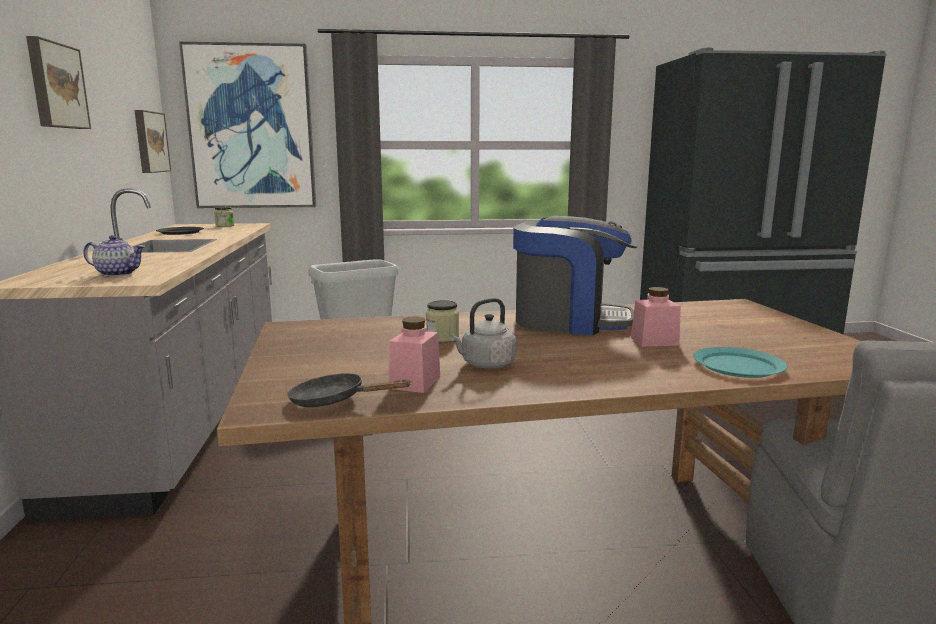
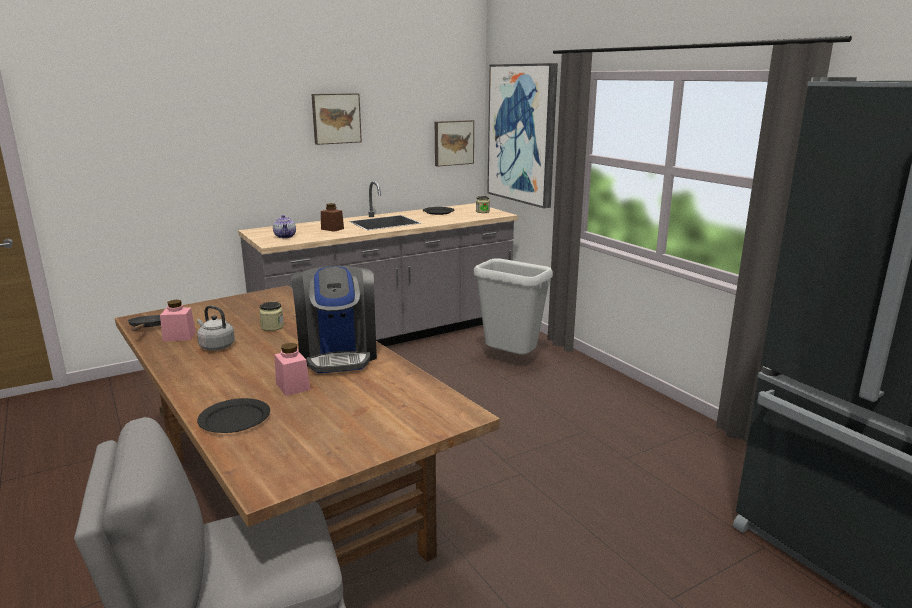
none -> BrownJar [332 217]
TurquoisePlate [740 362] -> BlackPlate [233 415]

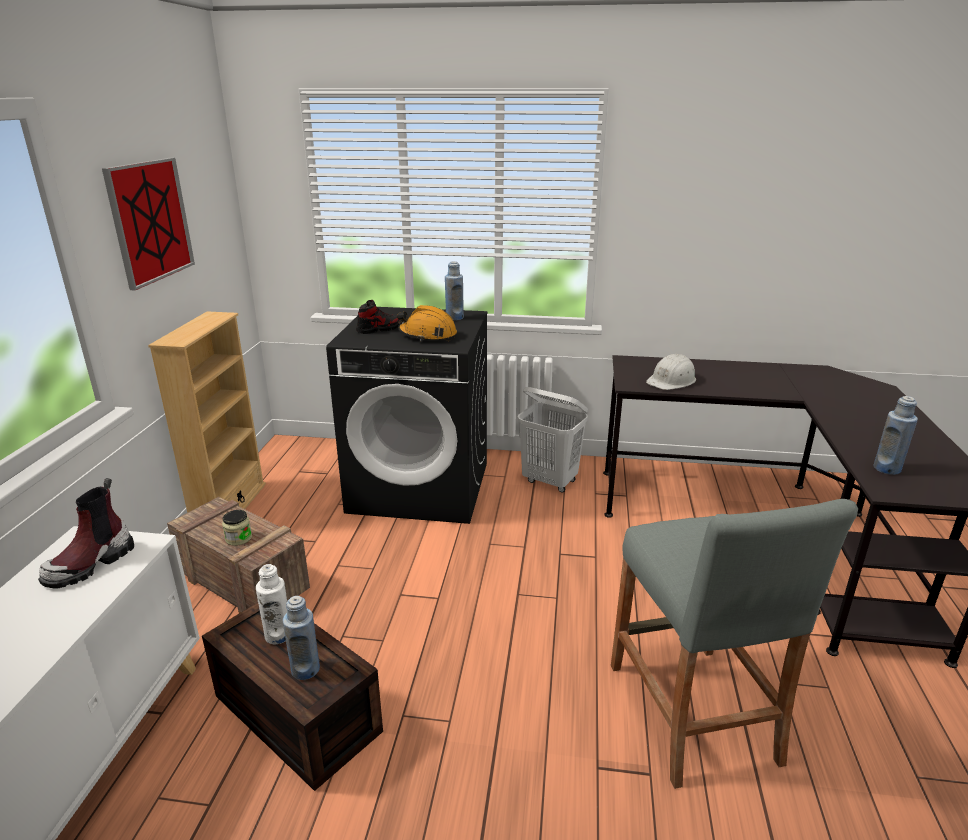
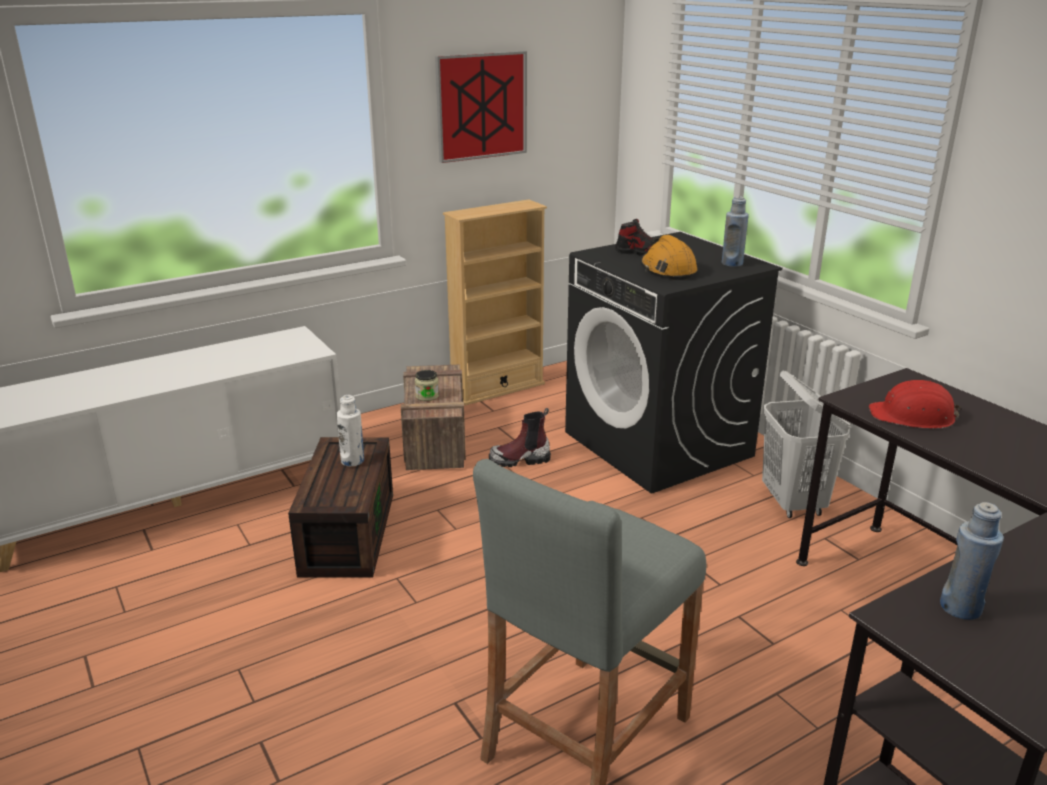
BlueBottle [301 638] -> none
Boot [86 533] -> Boot [520 437], move
WhiteHardHat [671 371] -> RedHardHat [915 404]

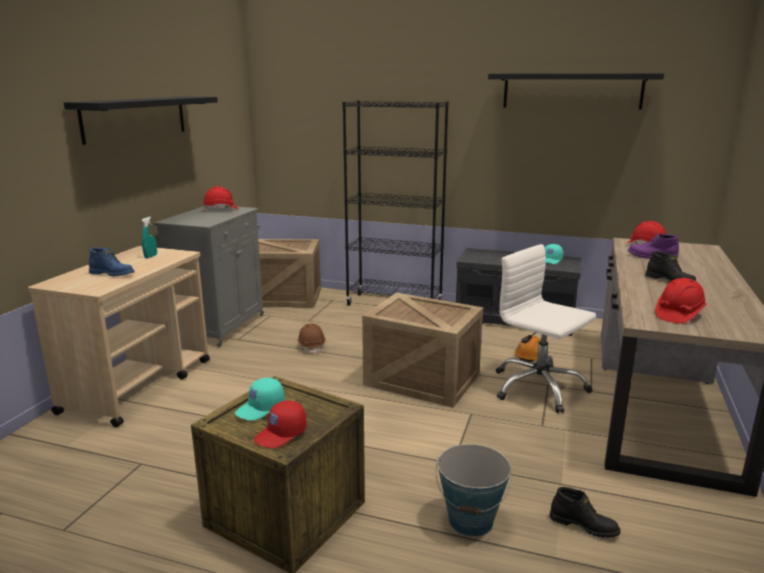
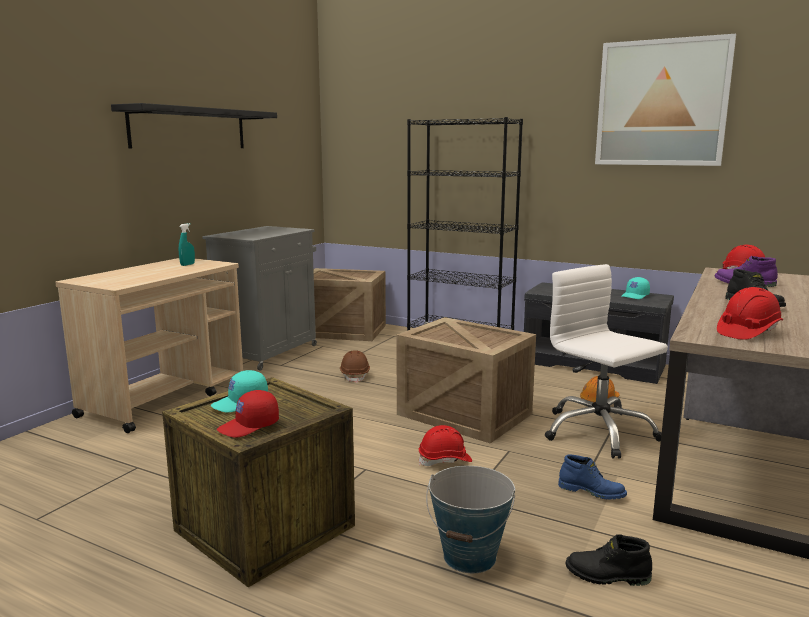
BlueBoot [111 261] -> BlueBoot [592 477], move
RedHardHat [221 199] -> RedHardHat [445 445], move
BlackShelf [576 91] -> Picture [665 100]
BlackBoot [585 512] -> BlackBoot [608 560], 150 degrees clockwise

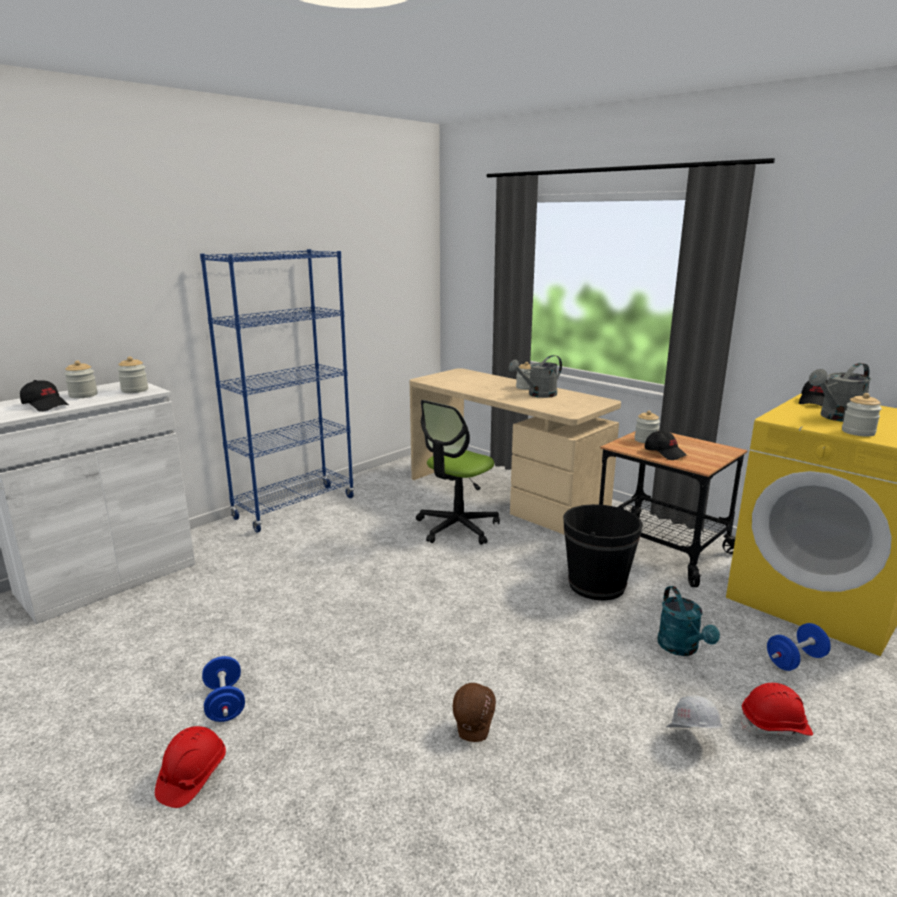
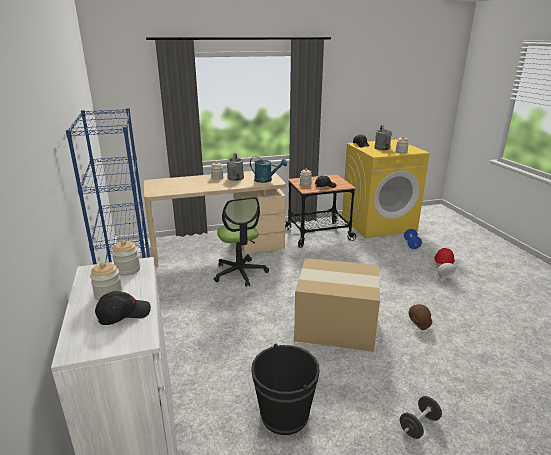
BlueDumbbell [223 689] -> none
none -> CardboardBox [337 305]
BlackBucket [603 552] -> BlackBucket [285 389], move
TurquoiseWateringCan [688 621] -> TurquoiseWateringCan [268 169], move
RedHardHat [190 767] -> BlackDumbbell [421 417]

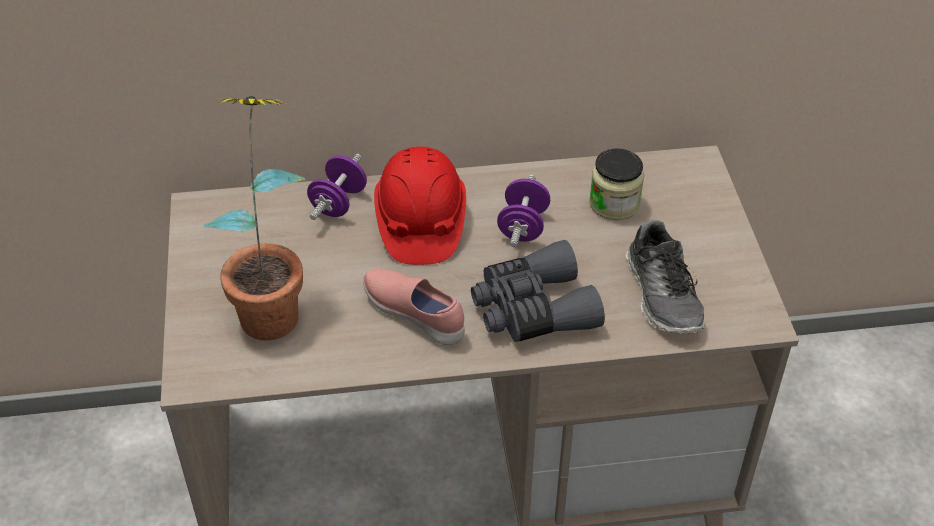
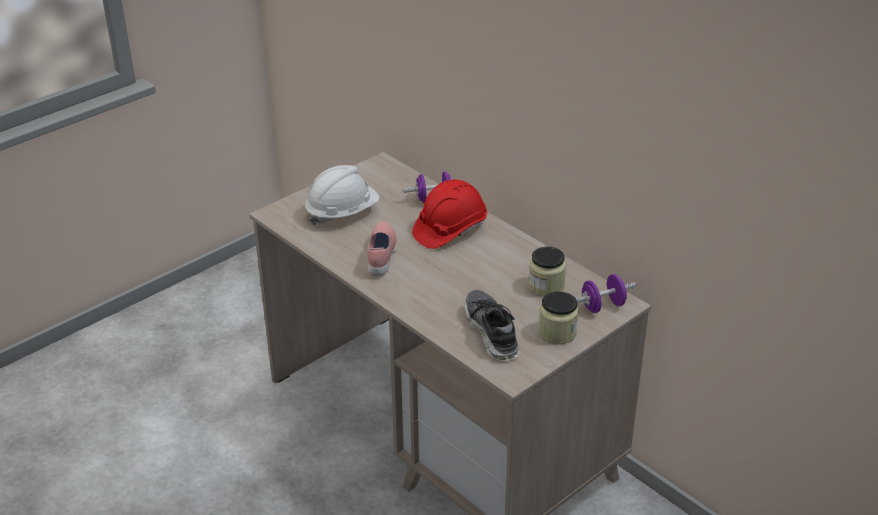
GreyBinoculars [538 291] -> none
none -> Jar [559 318]
PurpleDumbbell [523 211] -> PurpleDumbbell [606 293], move
PottedPlant [254 218] -> WhiteHardHat [342 195]
Shoe [665 277] -> Shoe [492 325], 120 degrees clockwise

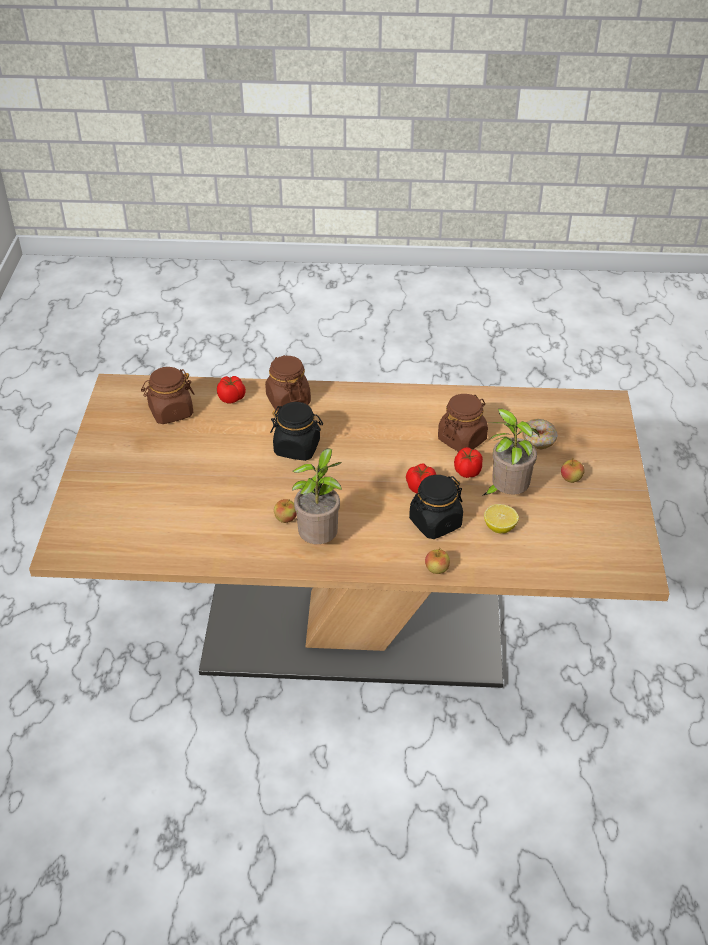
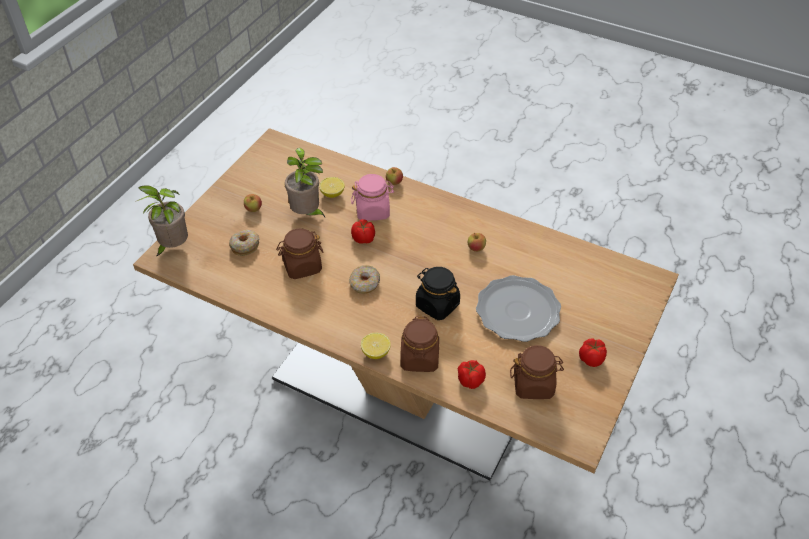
none -> Donut [364 279]
none -> Lemon [376 346]
none -> Plate [518 308]
PottedPlant [317 496] -> PottedPlant [161 221], move
Tomato [468 462] -> Tomato [593 352], move
BlackJar [436 507] -> PinkJar [372 197]

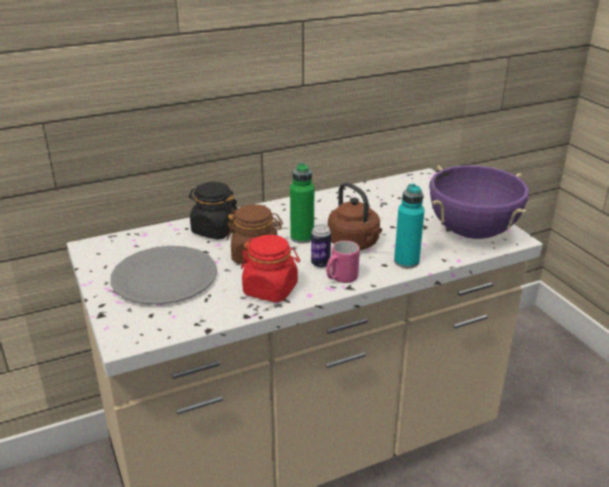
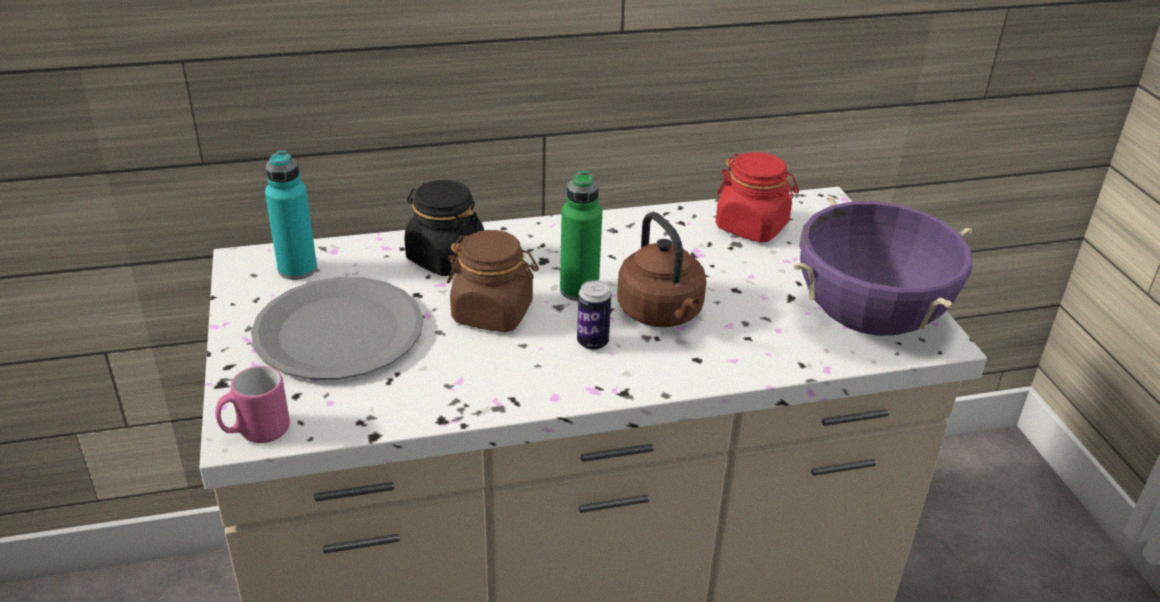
RedJar [270 268] -> RedJar [757 197], move
PinkMug [343 262] -> PinkMug [252 404], move
TurquoiseBottle [409 226] -> TurquoiseBottle [291 215], move

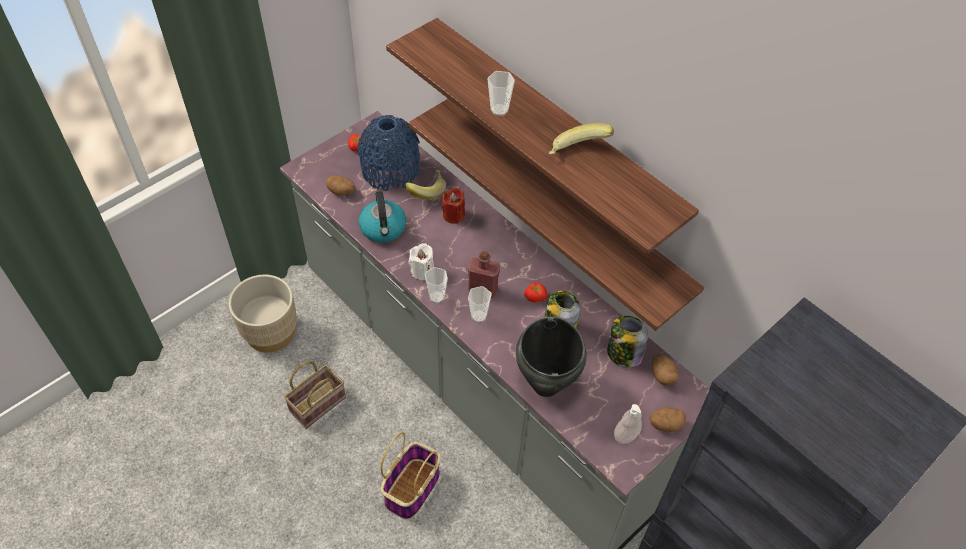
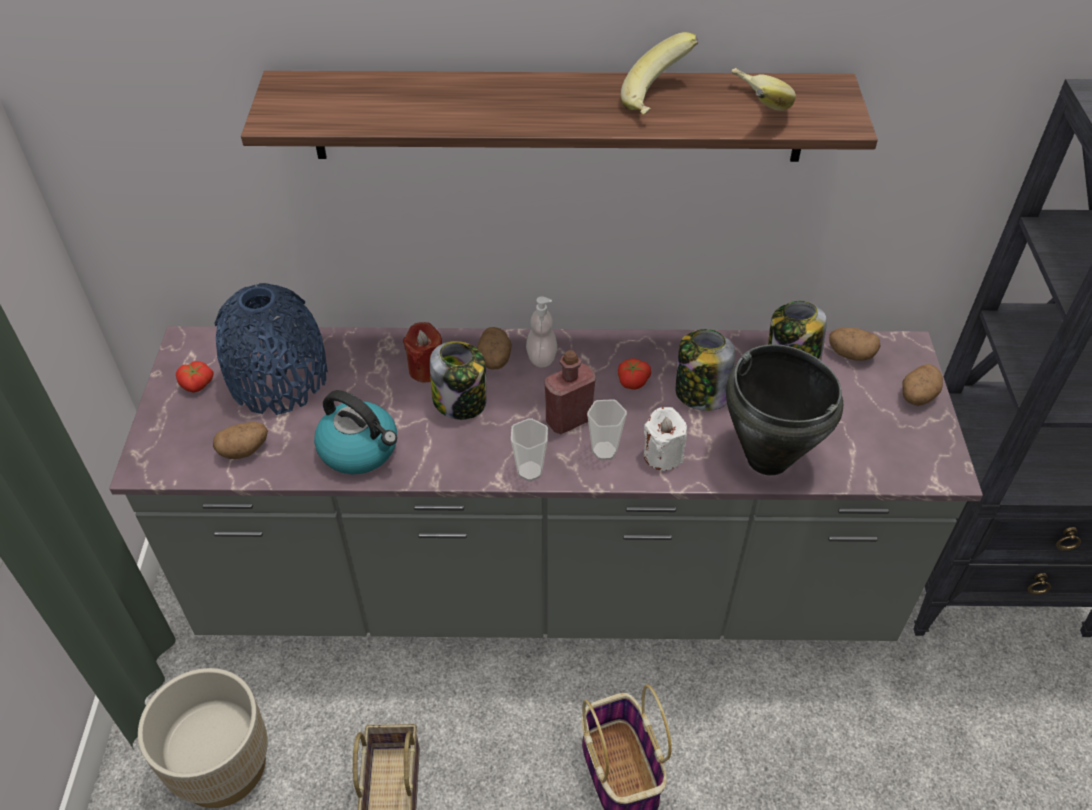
Shelf [556 215] -> none
Cup [501 93] -> none
none -> Jar [458 380]
none -> Potato [494 348]
Banana [425 185] -> Banana [764 89], move
WhiteCandle [421 262] -> WhiteCandle [665 439], move
SoapDispenser [628 424] -> SoapDispenser [541 331], move

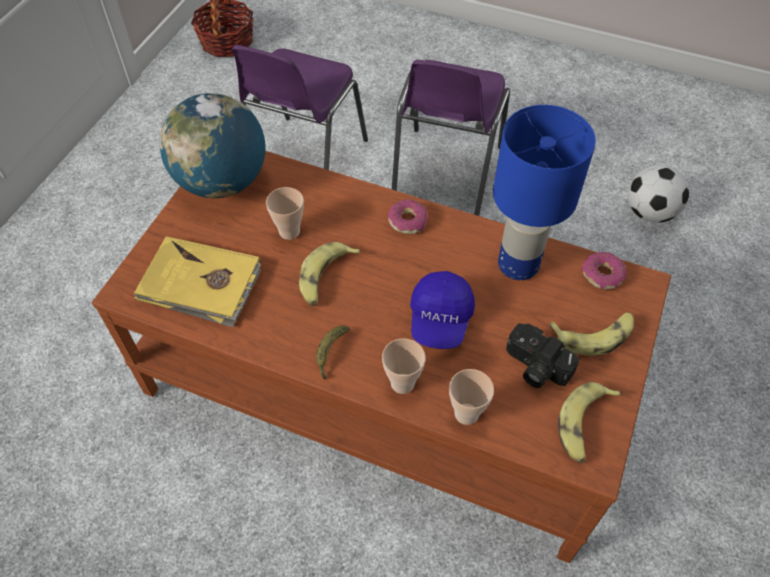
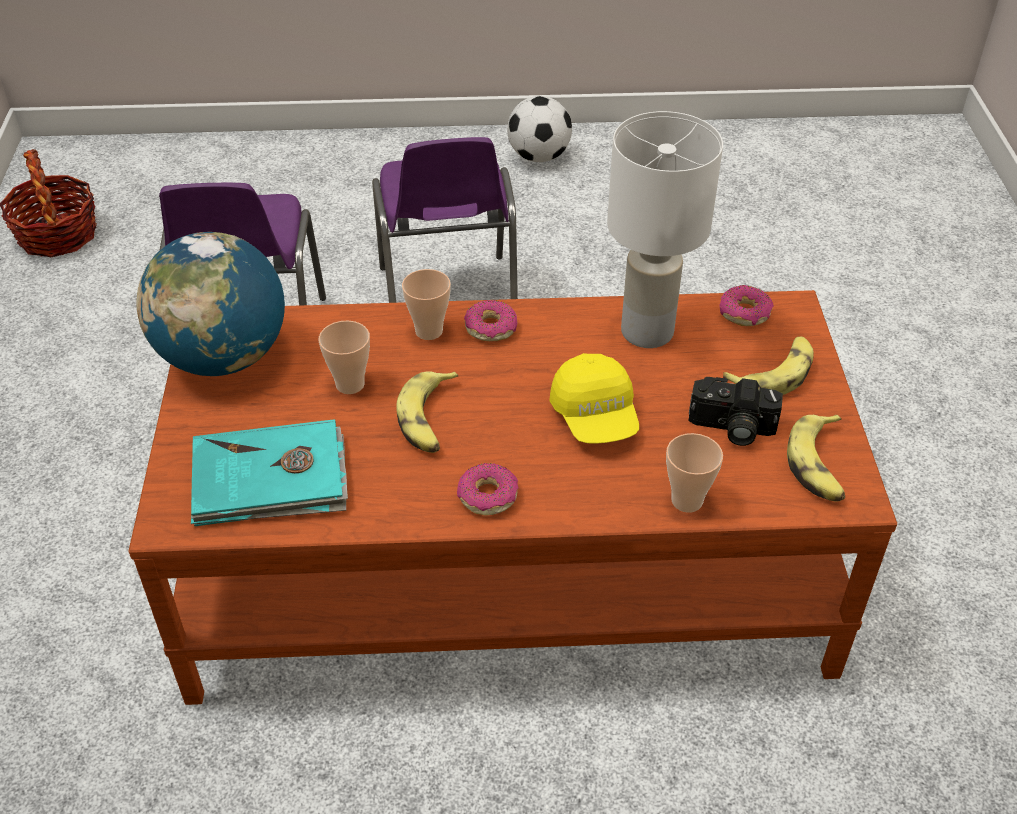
Cup [404 366] -> Cup [426 304], move
Football [658 193] -> Football [539 129], move
Banana [333 352] -> Donut [488 489]
YellowBook [197 281] -> TurquoiseBook [269 472]
BlueCap [442 310] -> YellowCap [594 398]
BlueTableLamp [544 192] -> WhiteTableLamp [665 229]

